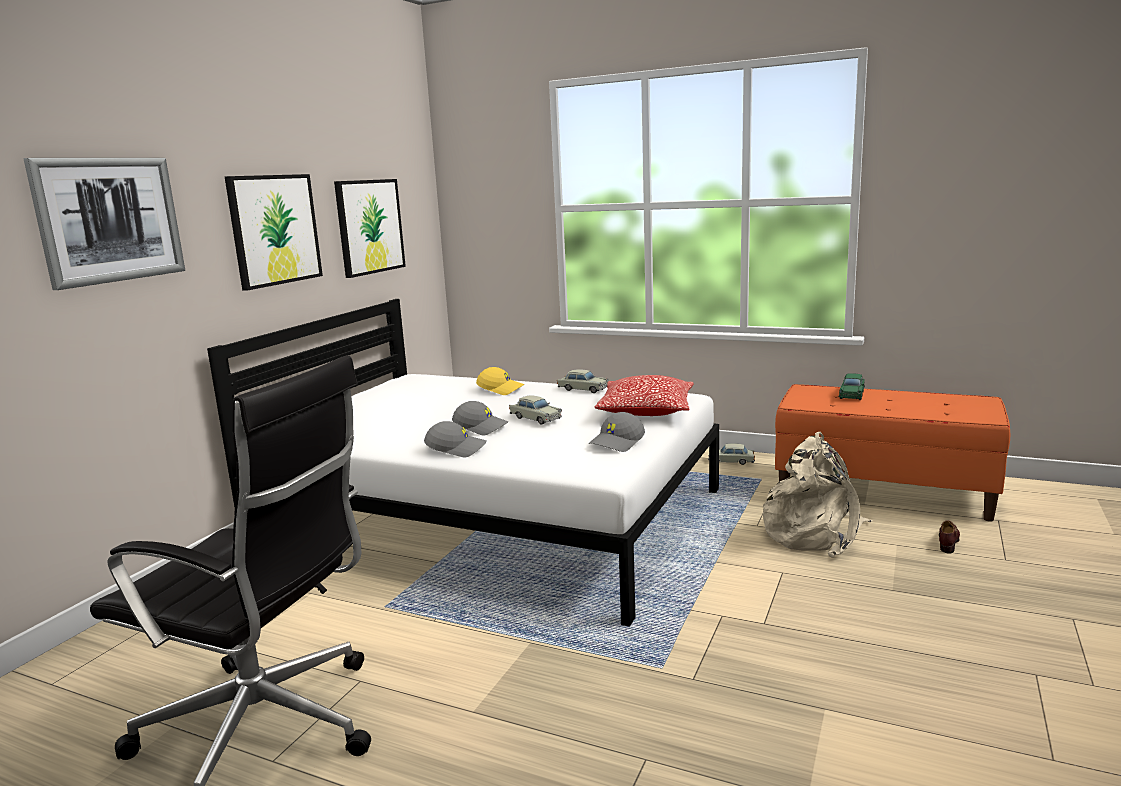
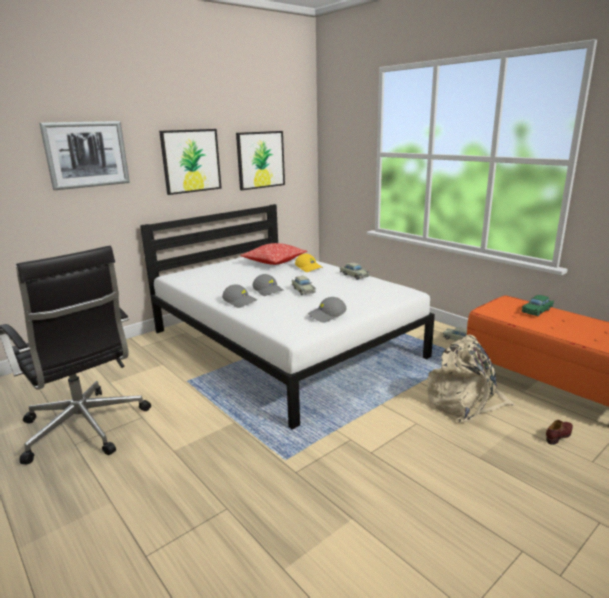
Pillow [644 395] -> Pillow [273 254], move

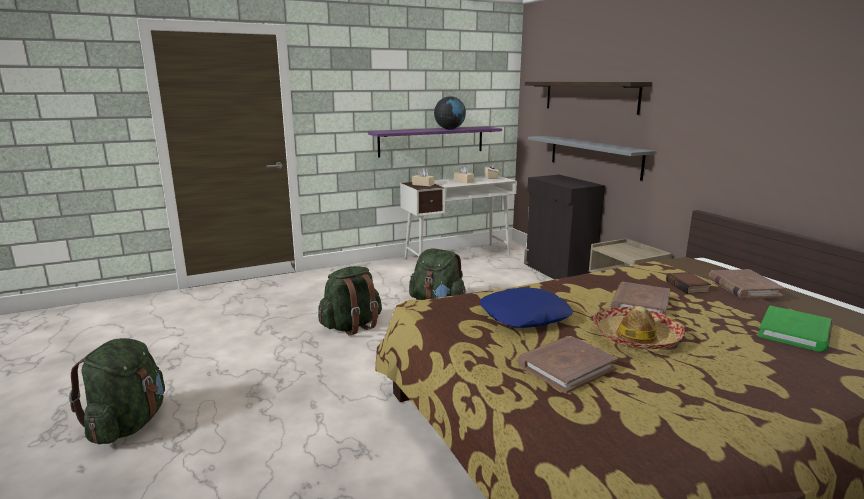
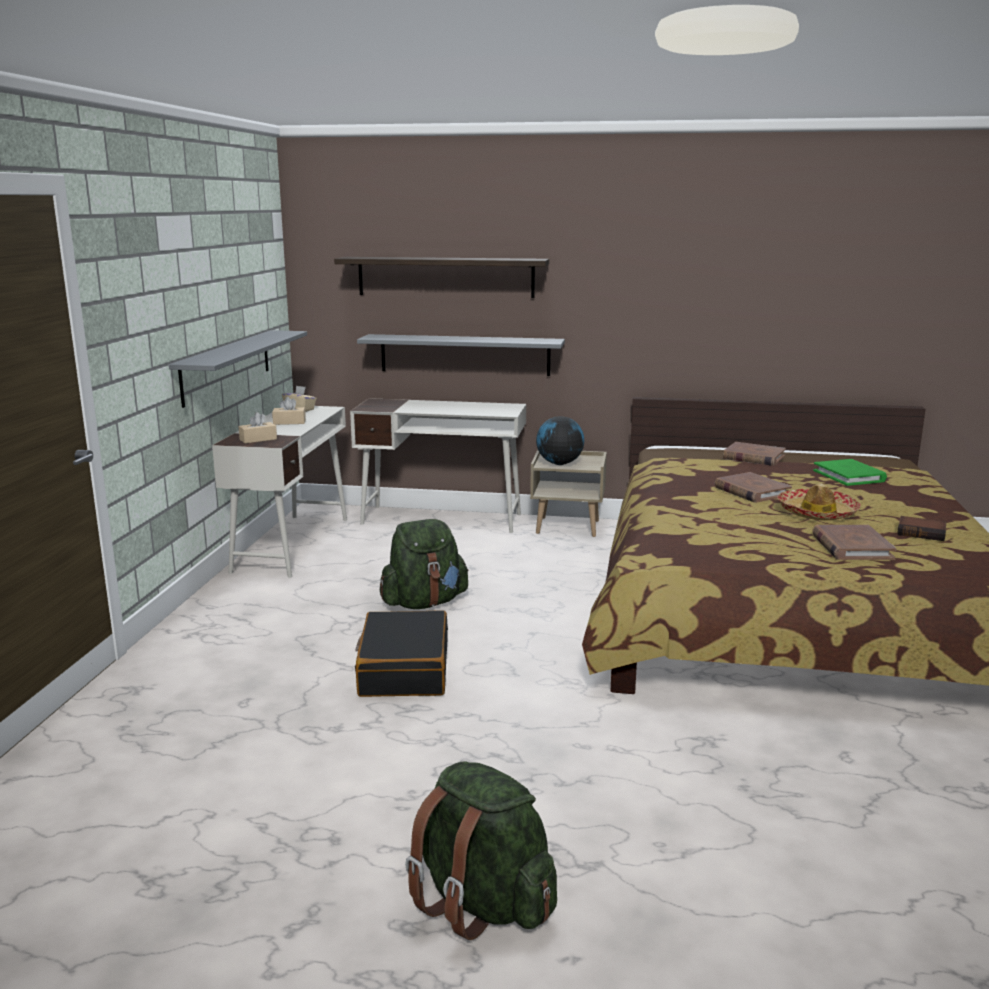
BluePillow [526 307] -> none
Globe [450 113] -> Globe [560 440], move
Book [688 283] -> Book [921 528], move
GreenBackpack [350 301] -> BlackSuitcase [401 653]
BlackCabinet [564 227] -> WhiteDesk [438 465]
PurpleShelf [435 142] -> GreyShelf [238 369]

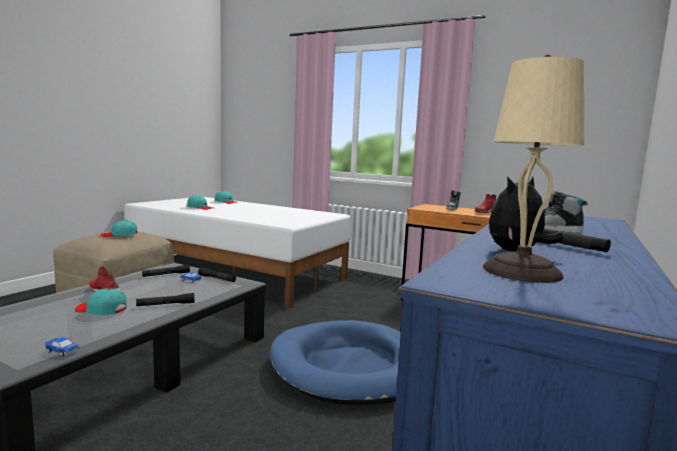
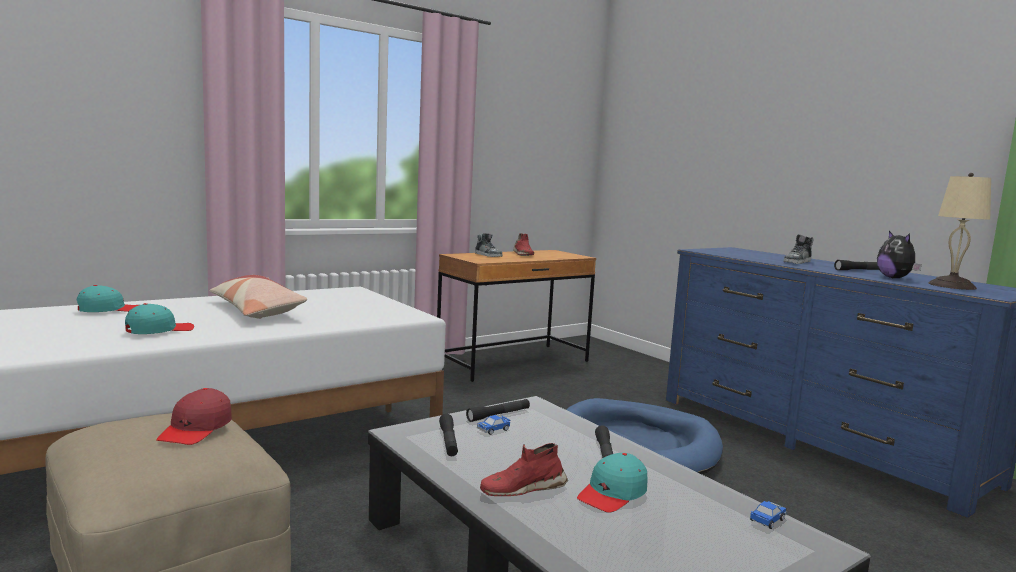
none -> Pillow [258 297]
TurquoiseCap [119 228] -> RedCap [194 416]

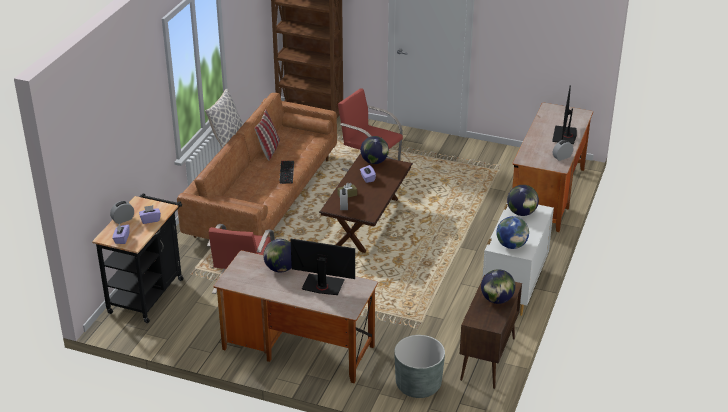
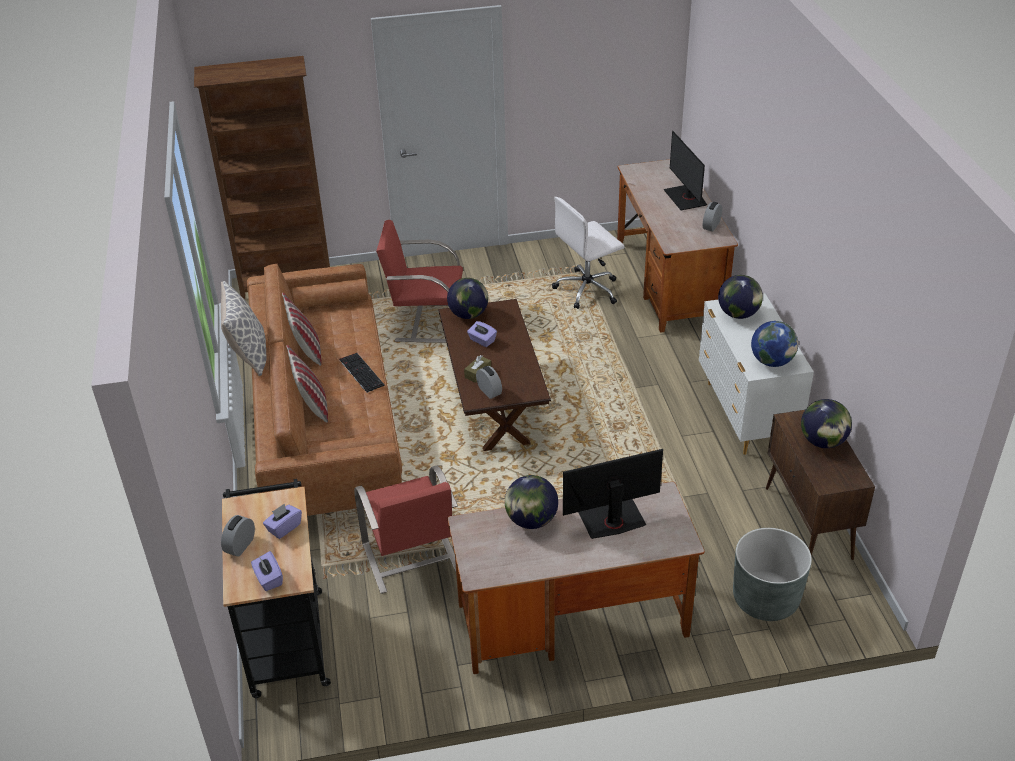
none -> Pillow [307 384]
none -> WhiteOfficeChair [588 253]

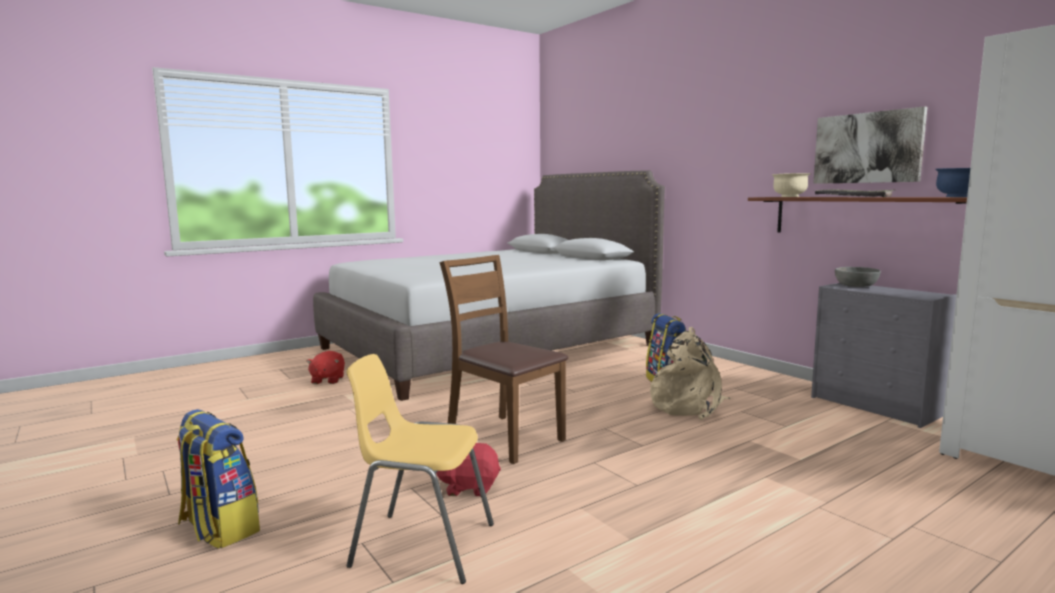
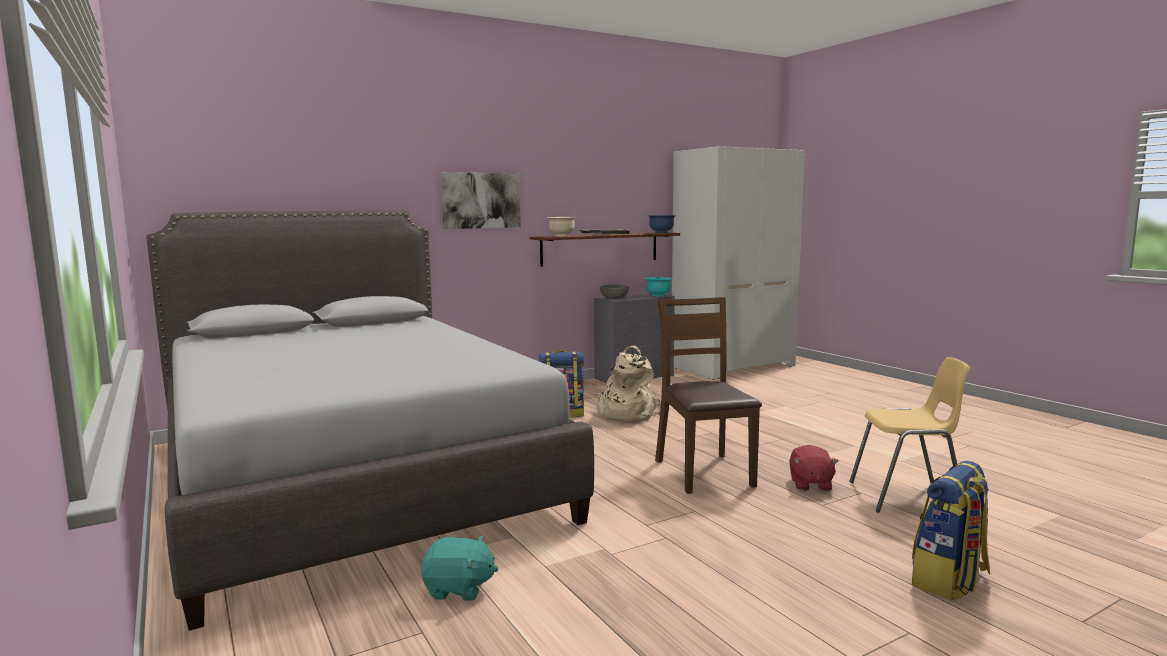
none -> TurquoiseBowl [658 286]
Picture [870 145] -> Picture [481 200], move
RedPlushToy [325 367] -> TurquoisePlushToy [459 568]
YellowChair [420 469] -> YellowChair [909 435], 105 degrees counterclockwise
BrownChair [504 359] -> BrownChair [708 395], 120 degrees clockwise

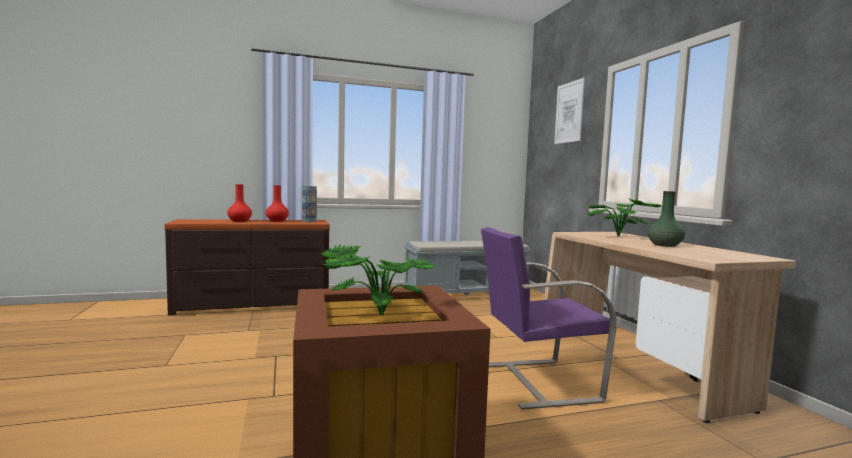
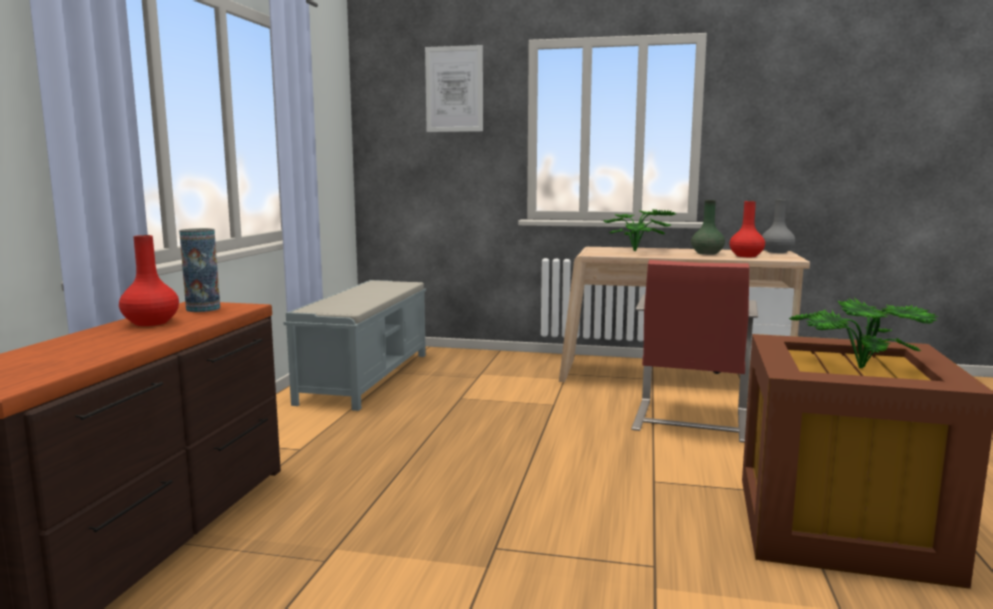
none -> GreyVase [778 226]
RedVase [239 203] -> RedVase [747 229], move
PurpleChair [549 318] -> RedChair [694 351]

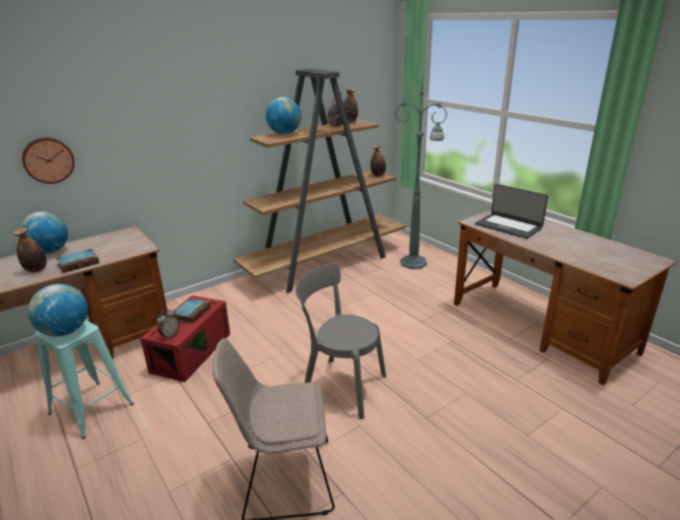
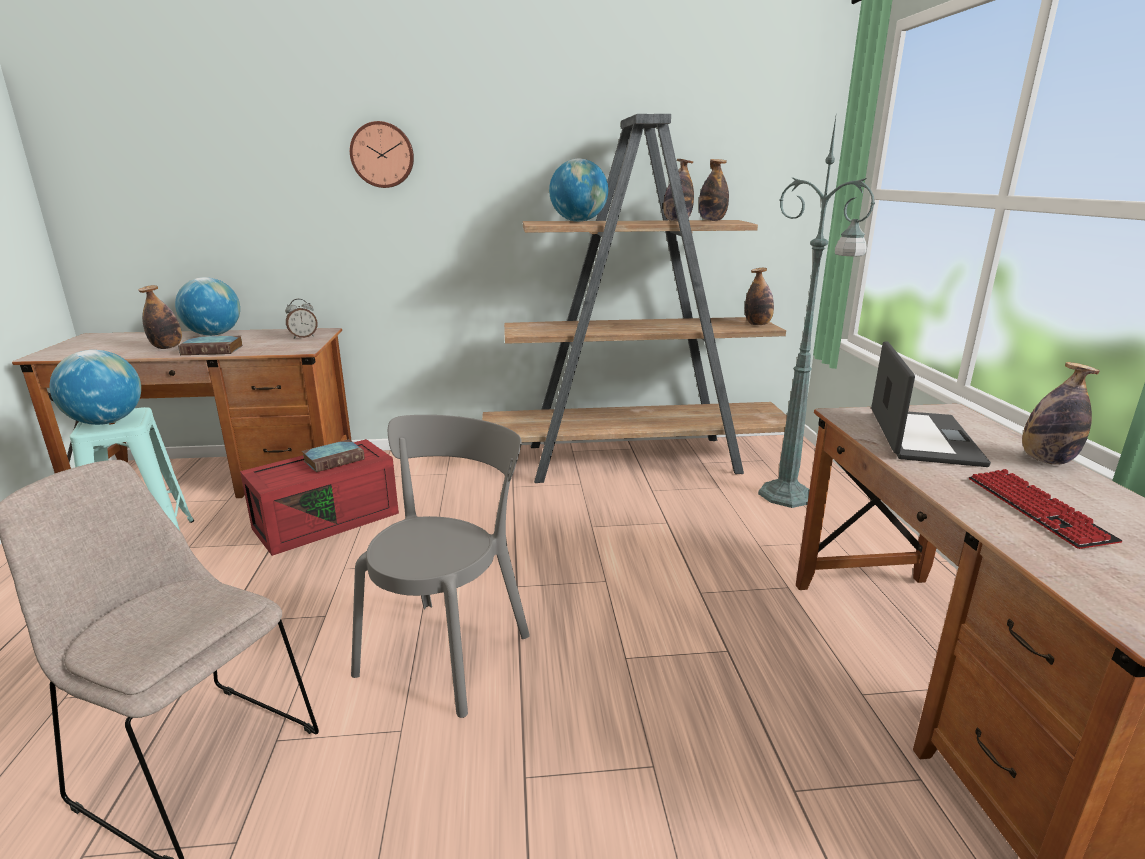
none -> Keyboard [1045 509]
none -> Bottle [1061 413]
WallClock [48 160] -> WallClock [382 154], move
AlarmClock [168 324] -> AlarmClock [301 319], move
GreyChair [340 341] -> GreyChair [440 566], 60 degrees clockwise
Laptop [511 211] -> Laptop [931 404], 150 degrees counterclockwise

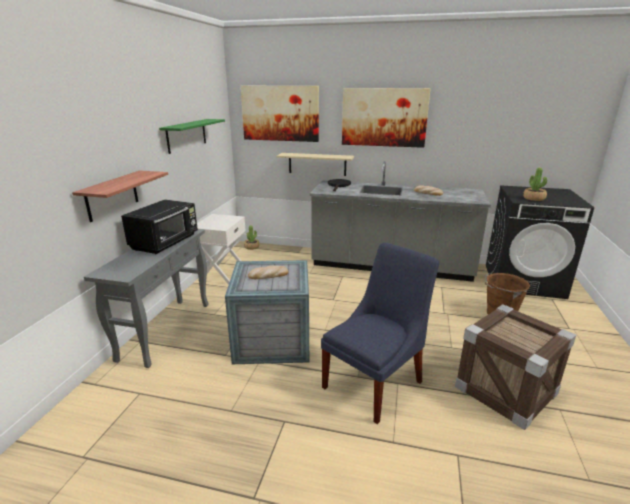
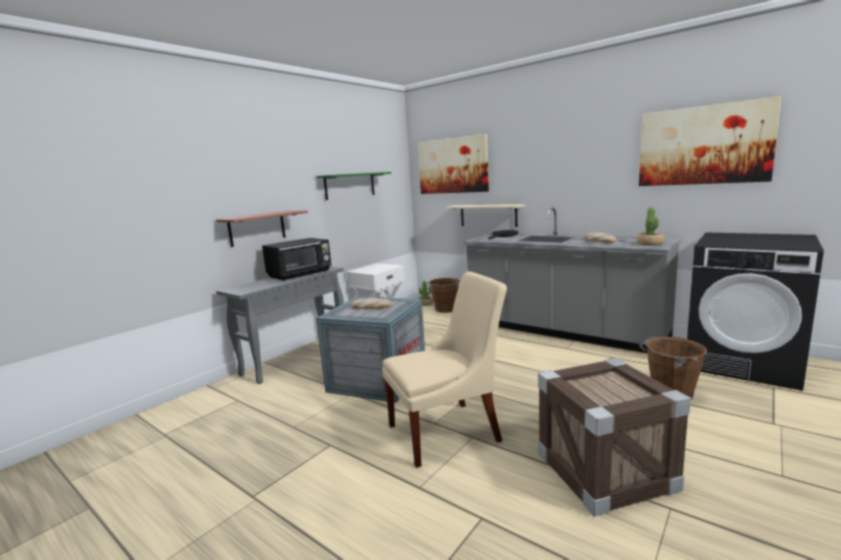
none -> BrownBucket [443 295]
Picture [386 118] -> Picture [710 141], move
PottedPlant [535 184] -> PottedPlant [651 226], move
BlueChair [380 333] -> BeigeChair [444 370]

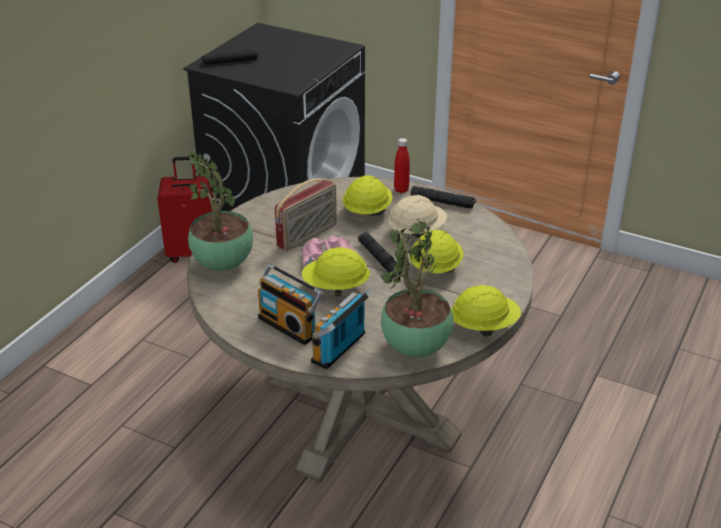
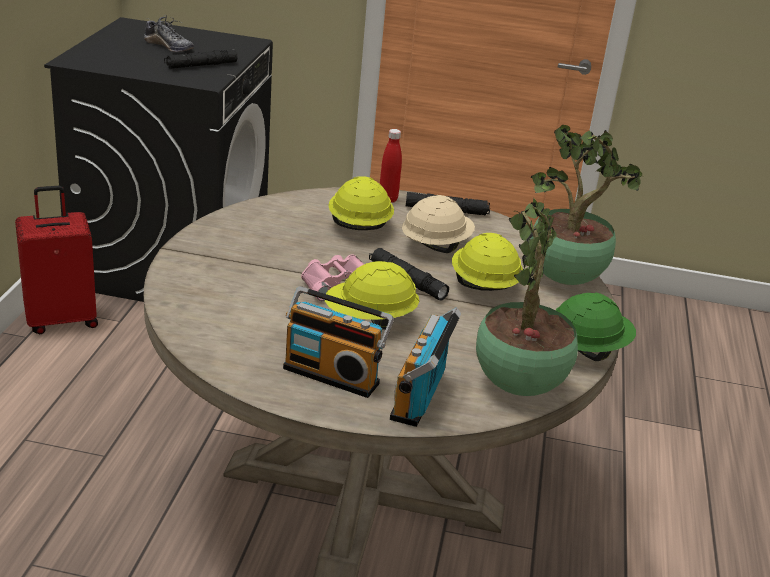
Radio [306 214] -> none
none -> Shoe [169 33]
PottedPlant [220 211] -> PottedPlant [586 205], move
BlackFlashlight [230 57] -> BlackFlashlight [201 59], move
YellowHardHat [486 311] -> GreenHardHat [596 326]

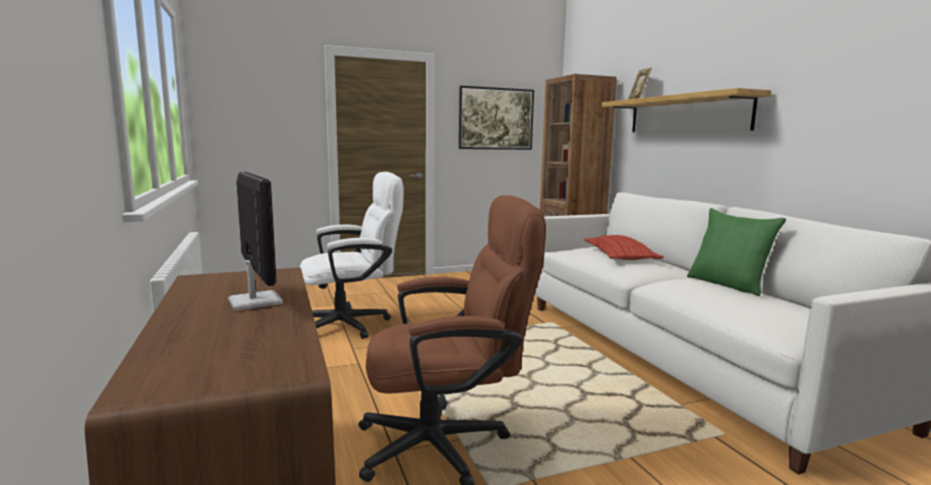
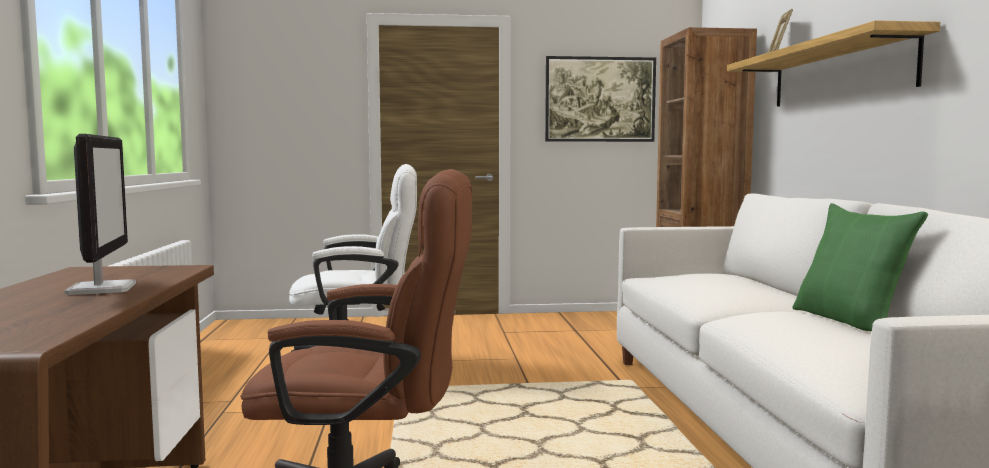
Pillow [624 247] -> none

